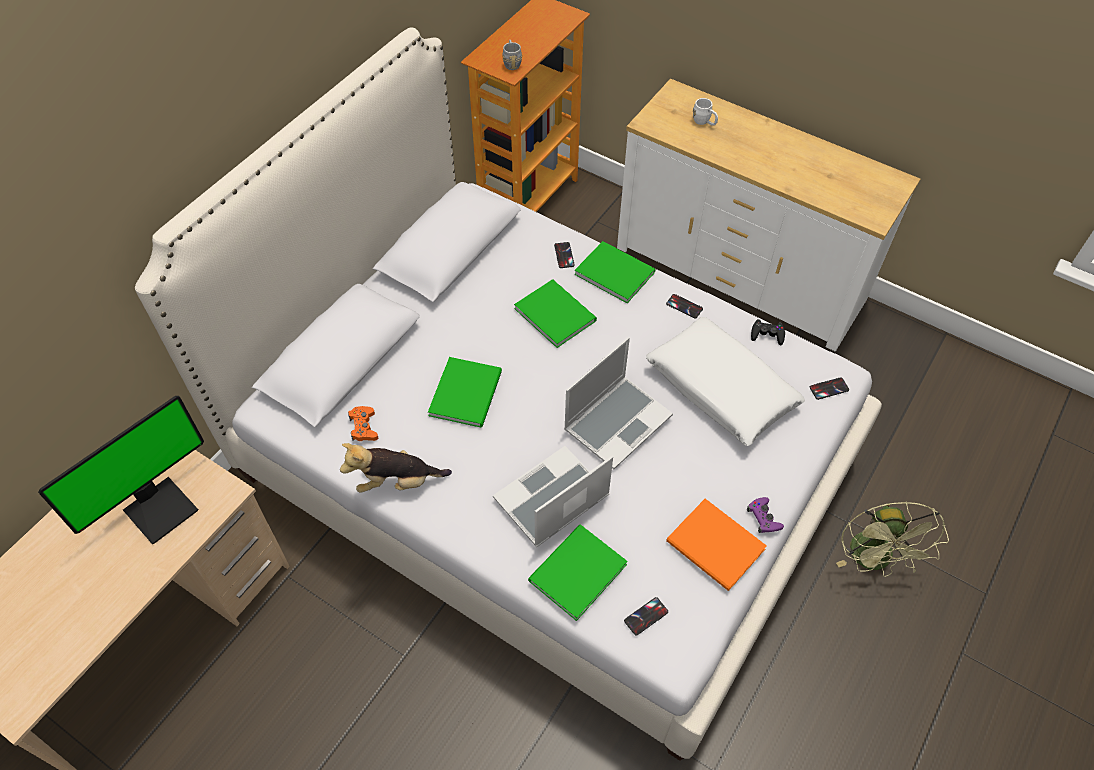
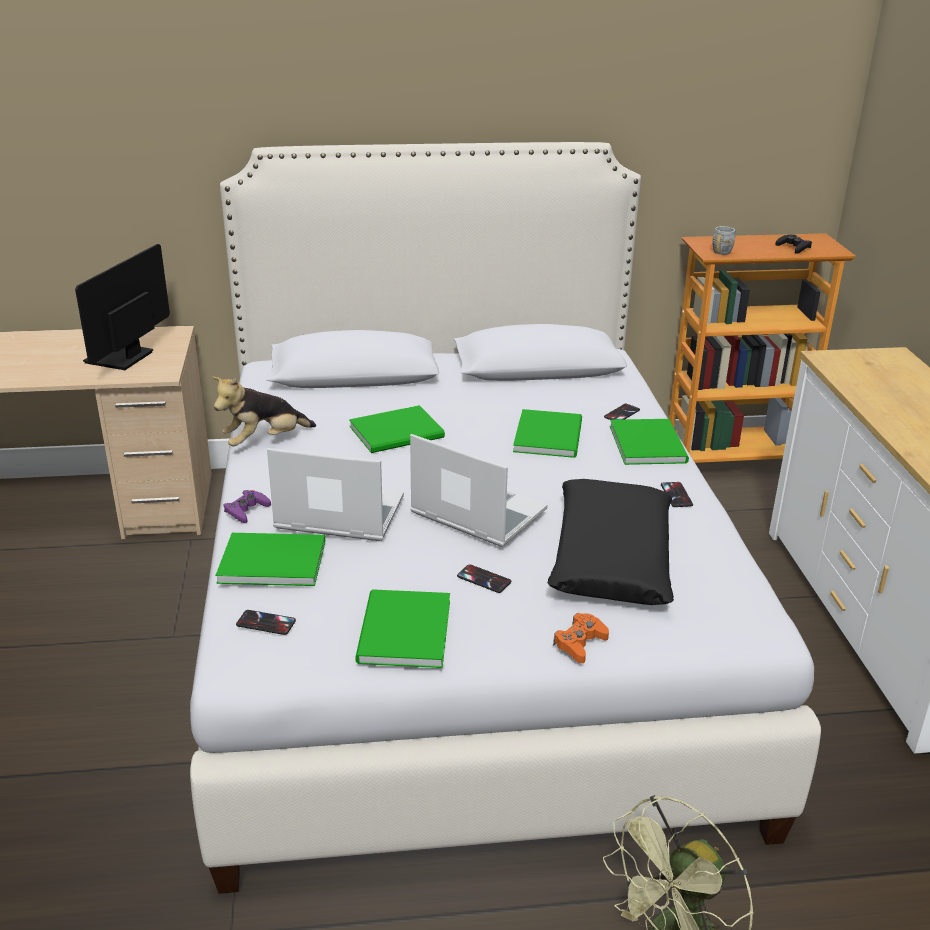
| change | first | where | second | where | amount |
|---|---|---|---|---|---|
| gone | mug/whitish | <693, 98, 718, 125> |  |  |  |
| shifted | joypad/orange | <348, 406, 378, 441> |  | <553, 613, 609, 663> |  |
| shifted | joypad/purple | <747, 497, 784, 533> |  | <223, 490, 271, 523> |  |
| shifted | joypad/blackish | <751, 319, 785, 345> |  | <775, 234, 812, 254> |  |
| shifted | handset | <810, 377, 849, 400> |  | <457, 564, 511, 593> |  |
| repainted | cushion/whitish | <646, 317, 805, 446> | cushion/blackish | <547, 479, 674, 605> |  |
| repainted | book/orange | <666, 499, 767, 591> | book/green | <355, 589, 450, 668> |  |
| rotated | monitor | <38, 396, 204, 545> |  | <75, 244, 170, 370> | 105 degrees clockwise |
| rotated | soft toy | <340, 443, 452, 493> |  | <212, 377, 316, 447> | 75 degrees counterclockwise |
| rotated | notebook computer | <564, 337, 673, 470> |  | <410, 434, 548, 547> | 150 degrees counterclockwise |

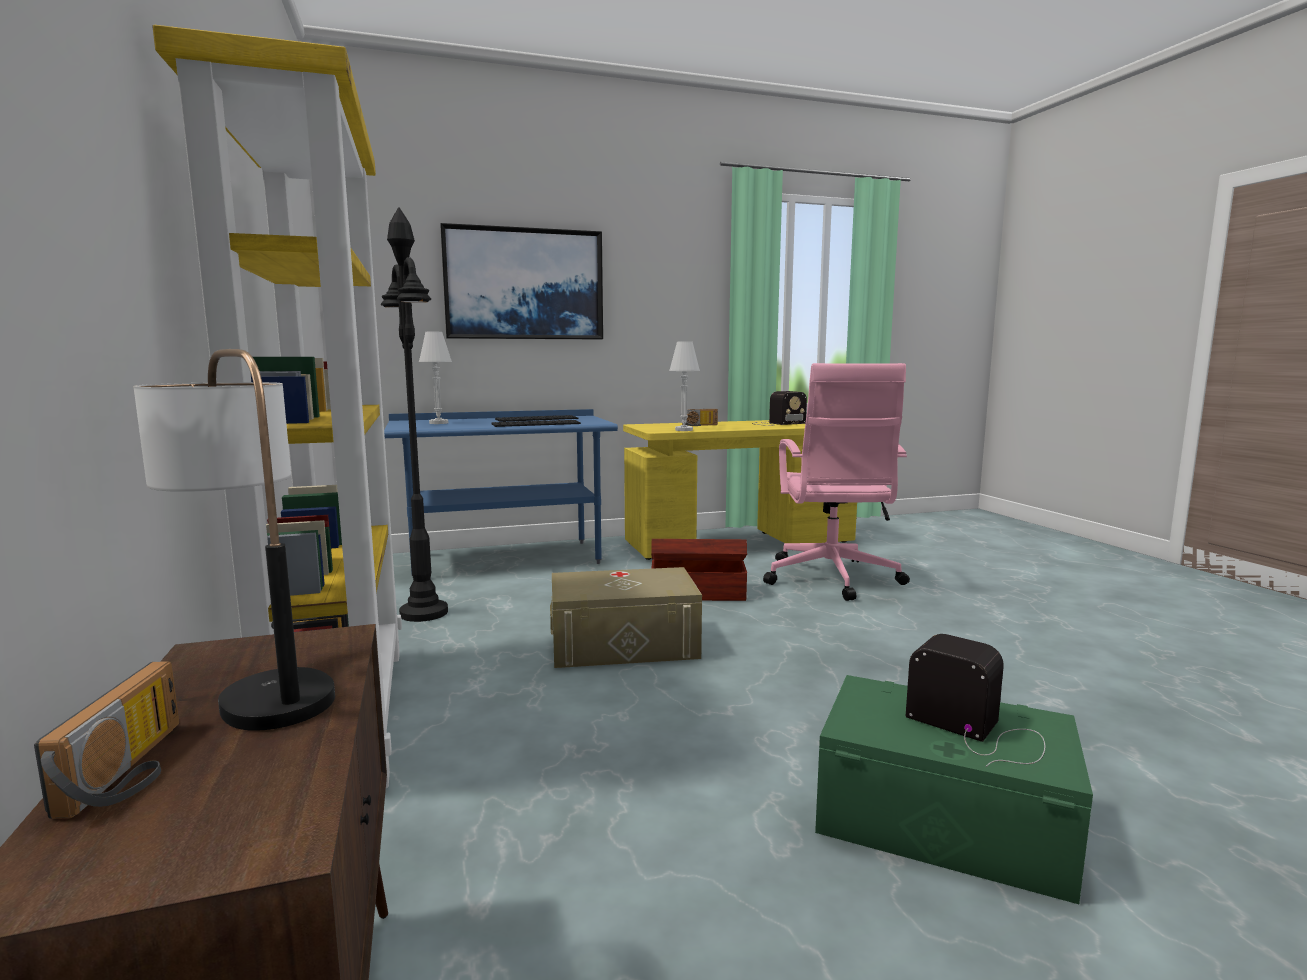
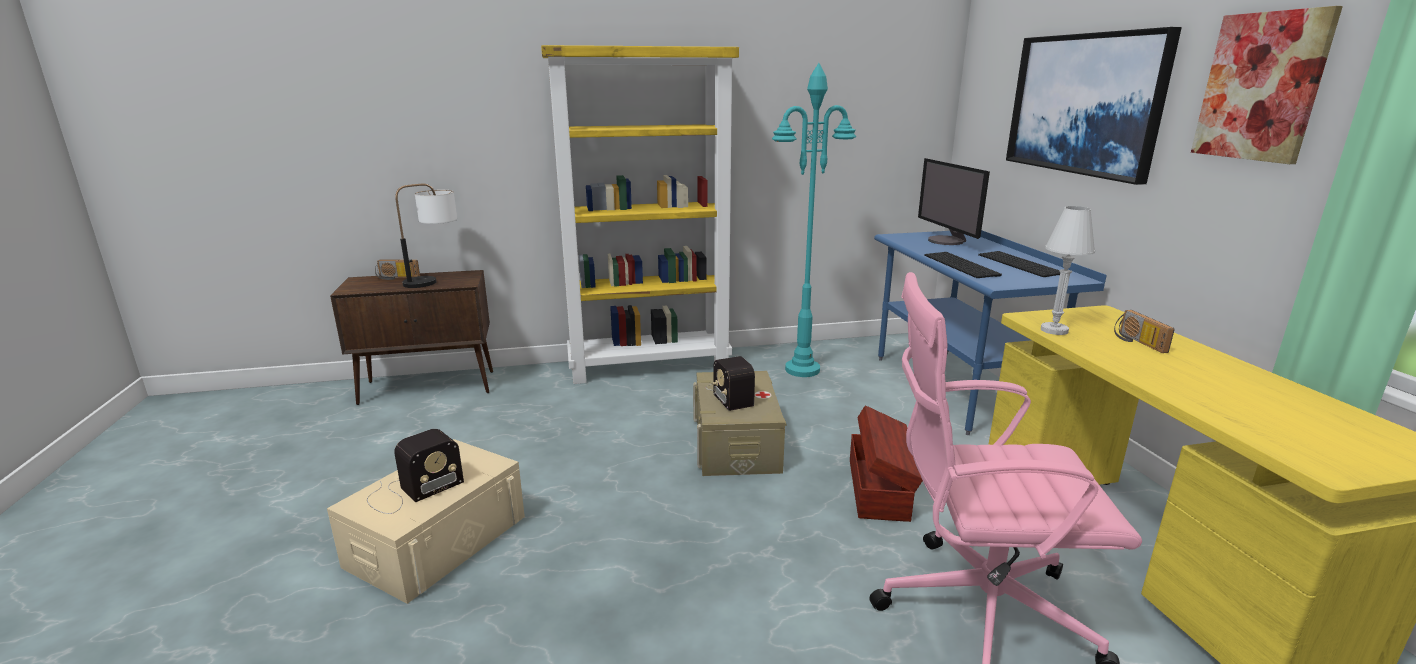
| change | first | where | second | where | amount |
|---|---|---|---|---|---|
| new |  |  | picture | <1191, 6, 1343, 164> |  |
| shifted | radio | <752, 391, 807, 426> |  | <706, 356, 755, 411> |  |
| swapped | tabletop lamp/whitish | <419, 332, 452, 424> | monitor | <918, 158, 990, 245> |  |
| repainted | standard lamp/blackish | <381, 207, 448, 622> | standard lamp/turquoise-coloured | <772, 63, 856, 377> |  |
| repainted | storage bin/green | <815, 675, 1093, 904> | storage bin/beige | <327, 439, 525, 604> |  |

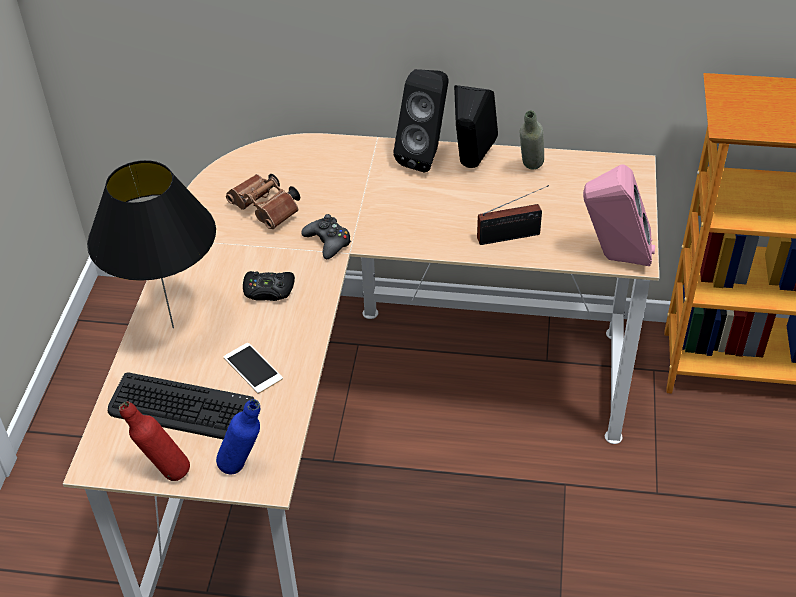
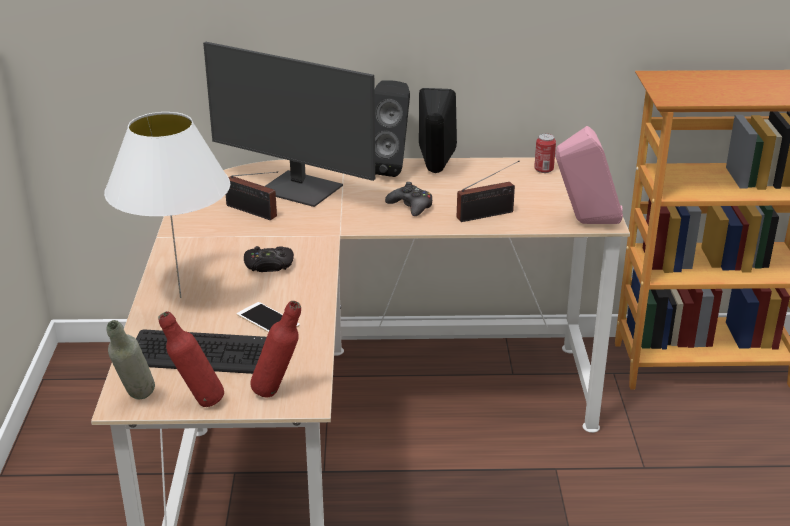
| change | first | where | second | where | amount |
|---|---|---|---|---|---|
| new |  |  | monitor | <203, 42, 375, 207> |  |
| new |  |  | can | <534, 134, 556, 173> |  |
| shifted | joypad/blackish | <301, 214, 351, 259> |  | <385, 182, 432, 216> |  |
| shifted | drink bottle/greyish | <519, 110, 544, 169> |  | <107, 320, 155, 399> |  |
| swapped | pair of binoculars/brown-coloured | <226, 174, 300, 229> | radio | <226, 171, 278, 220> |  |
| repainted | tabletop lamp/blackish | <87, 160, 216, 328> | tabletop lamp/whitish | <104, 112, 230, 298> |  |
| repainted | drink bottle/blue-coloured | <216, 399, 260, 474> | drink bottle/reddish | <250, 301, 301, 397> |  |

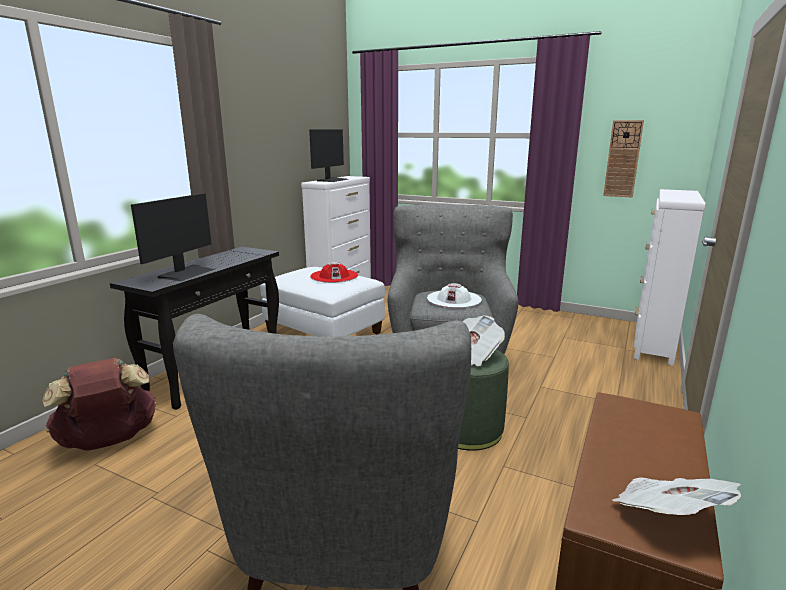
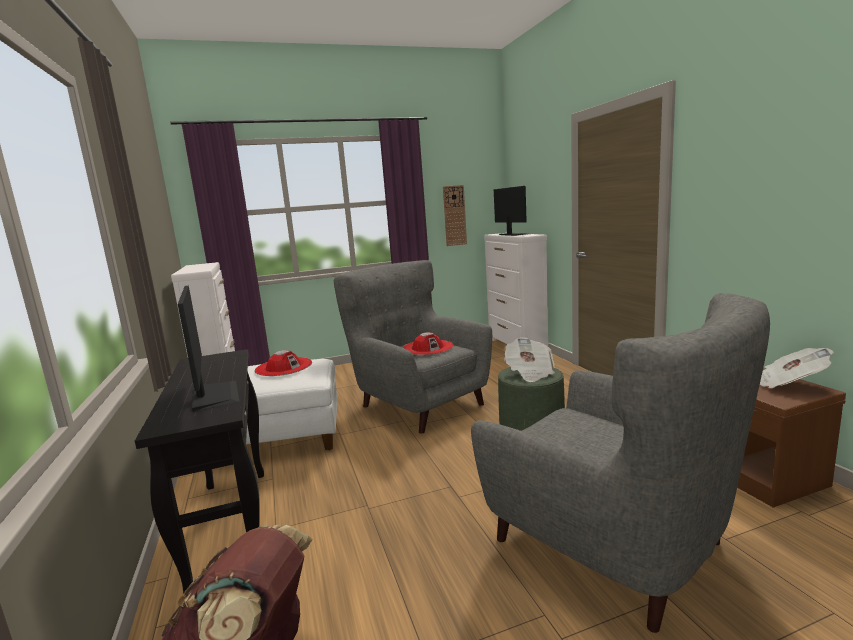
| change | first | where | second | where | amount |
|---|---|---|---|---|---|
| shifted | monitor | <309, 129, 349, 182> |  | <494, 186, 528, 236> |  |
| repainted | hat/whitish | <427, 283, 482, 308> | hat/reddish | <402, 332, 453, 355> |  |

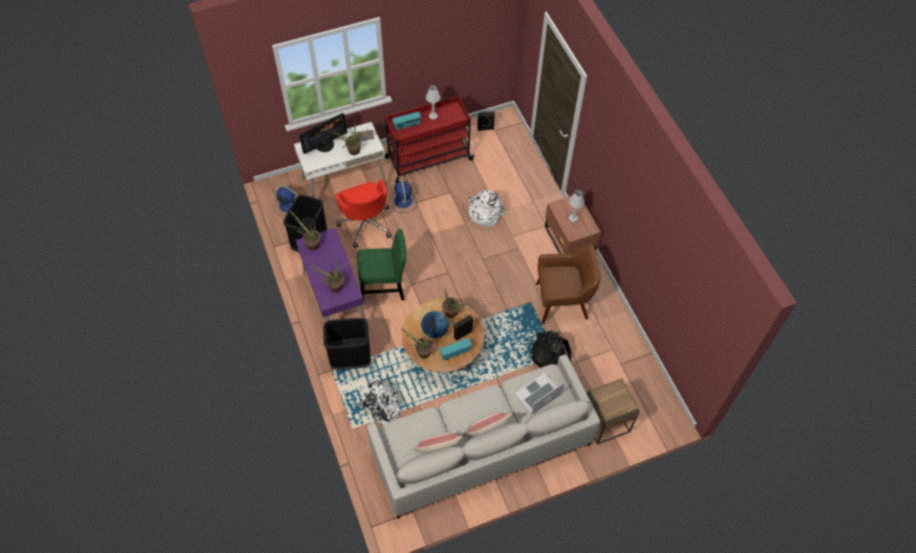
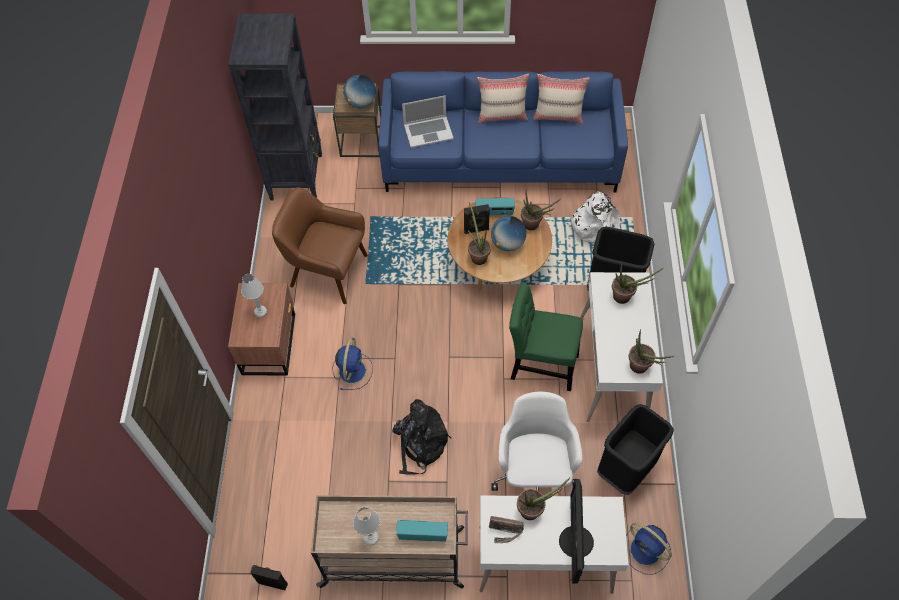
| change | first | where | second | where | amount |
|---|---|---|---|---|---|
| gone | rucksack/whitish | <468, 189, 506, 227> |  |  |  |
| new |  |  | bookshelf/blackish | <228, 14, 322, 200> |  |
| new |  |  | globe | <343, 75, 376, 108> |  |
| shifted | electric fan/blue-coloured | <390, 176, 418, 213> |  | <333, 338, 373, 390> |  |
| shifted | rucksack/blackish | <530, 330, 572, 368> |  | <392, 399, 452, 475> |  |
| repainted | desk unit/purple | <296, 228, 369, 328> | desk unit/whitish | <580, 272, 663, 422> |  |
| repainted | computer chair/reddish | <334, 179, 391, 248> | computer chair/whitish | <491, 391, 582, 491> |  |
| repainted | couch/greyish | <367, 355, 600, 519> | couch/blue-coloured | <379, 71, 628, 192> |  |
| repainted | trolley/reddish | <381, 96, 475, 183> | trolley/beige | <311, 495, 468, 589> |  |
| rotated | monitor | <299, 113, 347, 154> |  | <559, 479, 594, 584> | 75 degrees counterclockwise |

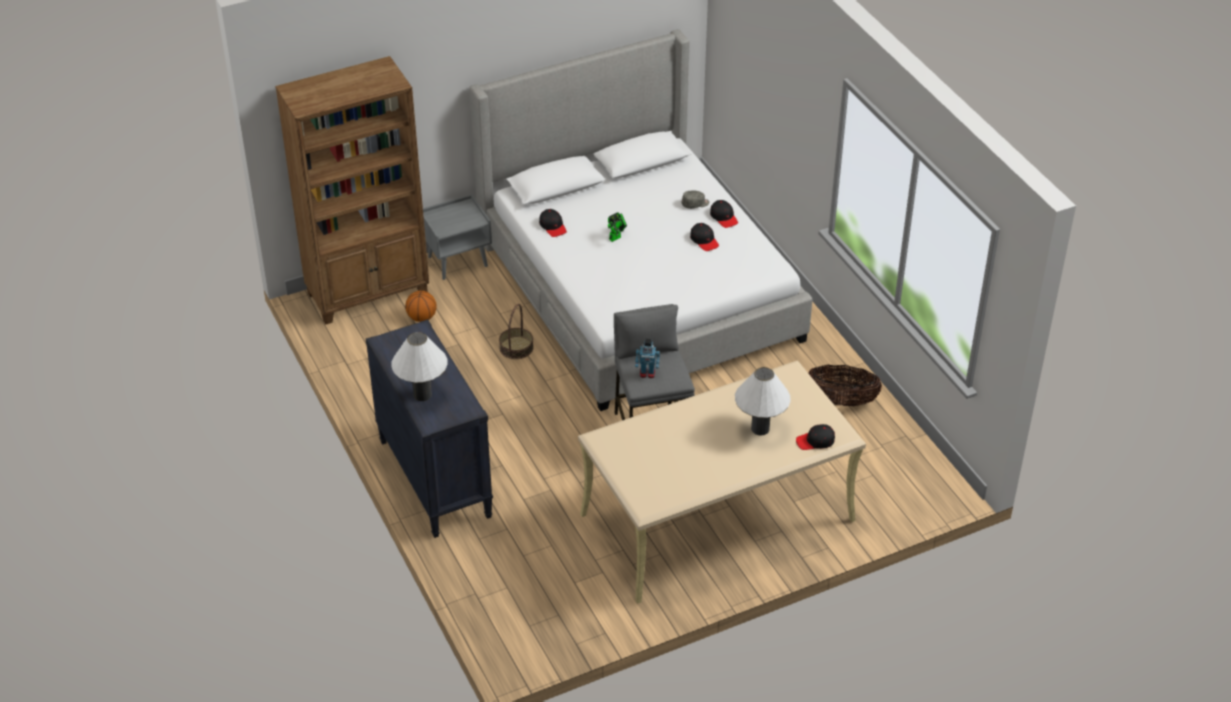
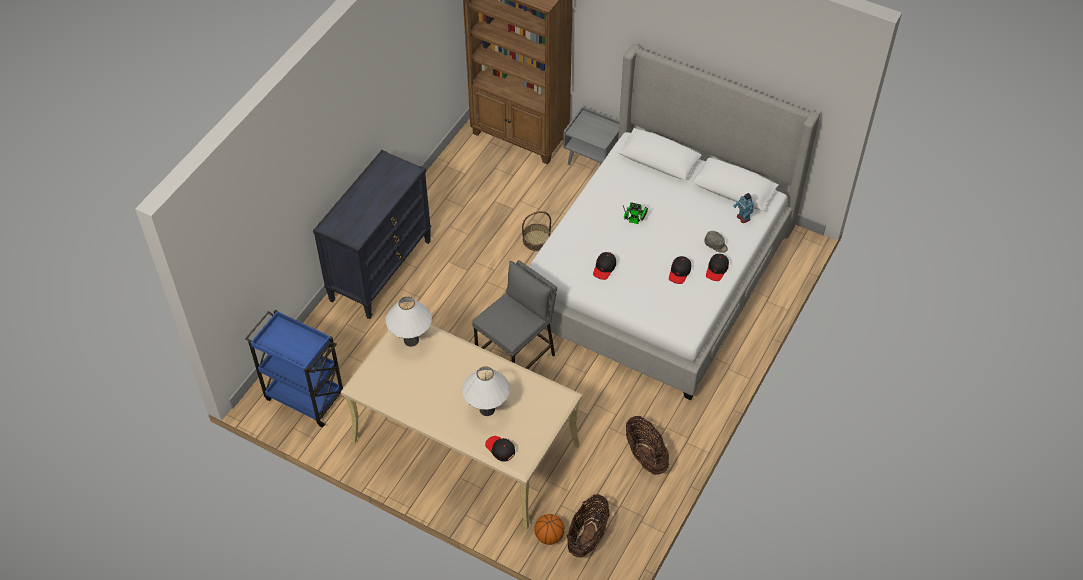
| change | first | where | second | where | amount |
|---|---|---|---|---|---|
| new |  |  | trolley/blue-coloured | <245, 309, 343, 427> |  |
| new |  |  | storage basket | <567, 494, 610, 557> |  |
| shifted | tabletop lamp/whitish | <391, 332, 447, 401> |  | <386, 297, 432, 347> |  |
| shifted | basketball ball | <405, 291, 437, 322> |  | <534, 514, 565, 545> |  |
| shifted | peaked cap/blackish | <539, 209, 567, 237> |  | <593, 252, 616, 280> |  |
| shifted | toy robot | <635, 339, 660, 378> |  | <733, 193, 754, 223> |  |

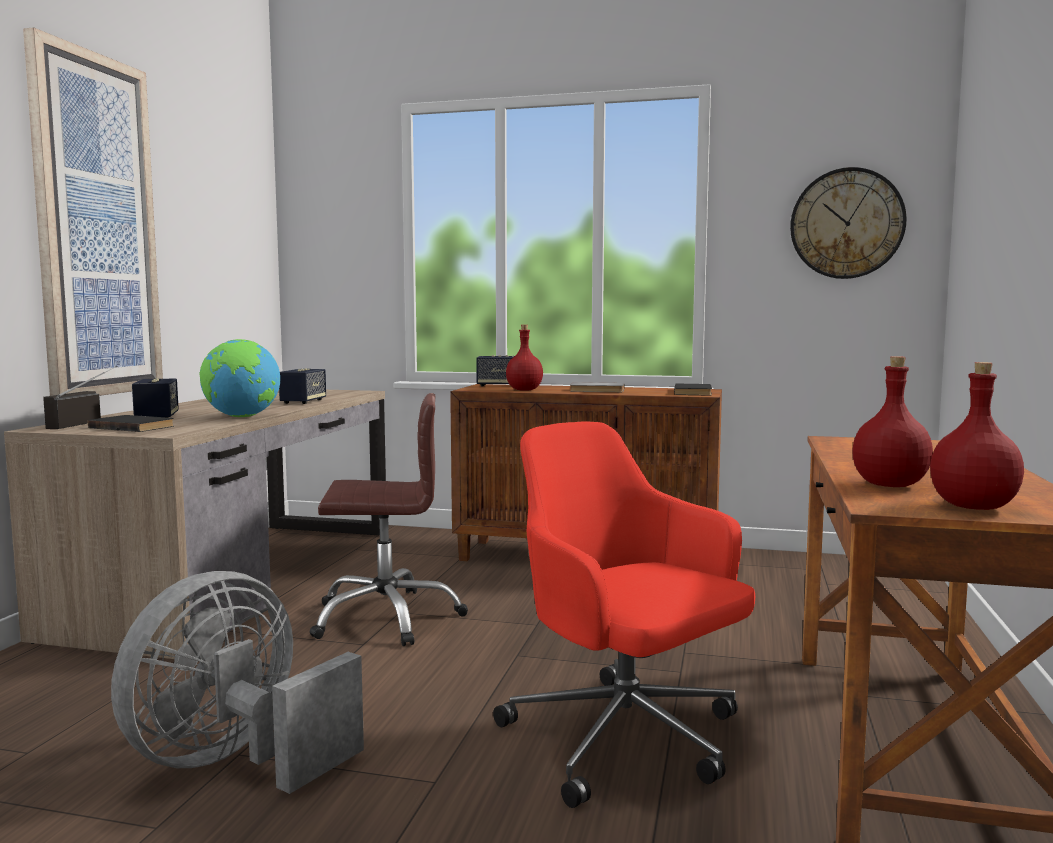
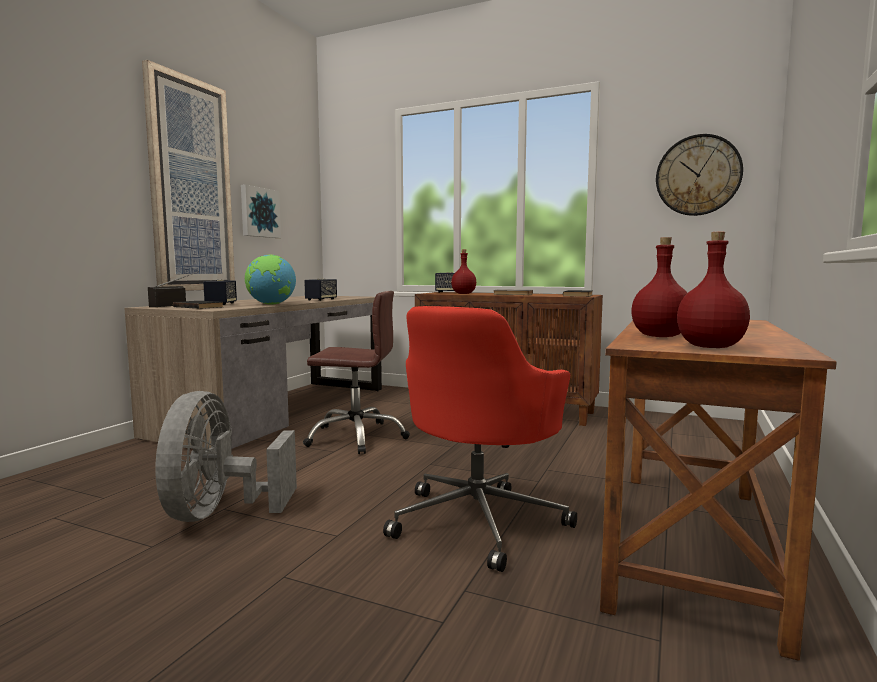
| change | first | where | second | where | amount |
|---|---|---|---|---|---|
| new |  |  | picture | <241, 184, 281, 238> |  |
| rotated | electric fan/greyish | <111, 571, 364, 794> |  | <155, 391, 297, 522> | 45 degrees counterclockwise |
| rotated | computer chair/reddish | <493, 422, 755, 808> |  | <383, 306, 577, 572> | 120 degrees counterclockwise |

